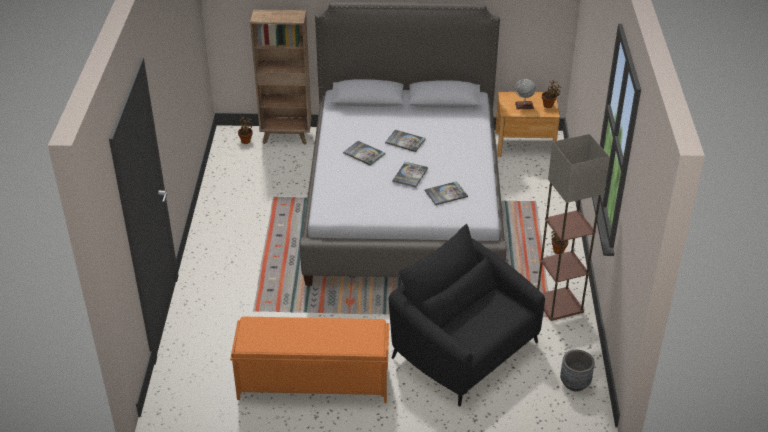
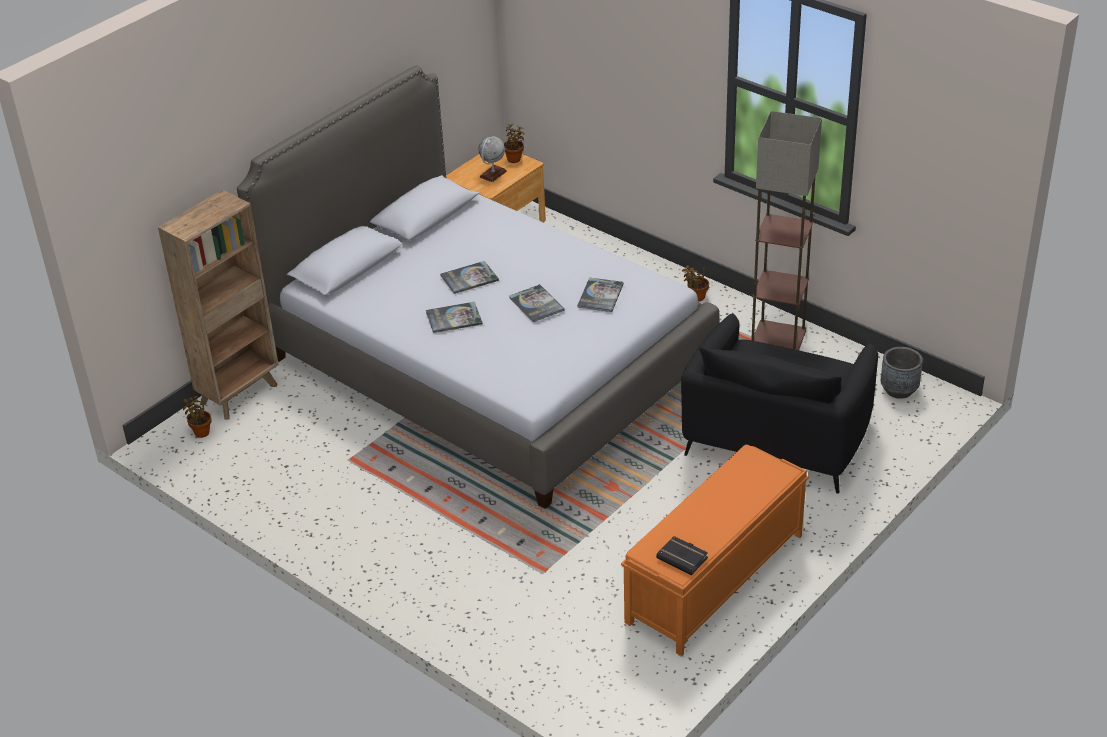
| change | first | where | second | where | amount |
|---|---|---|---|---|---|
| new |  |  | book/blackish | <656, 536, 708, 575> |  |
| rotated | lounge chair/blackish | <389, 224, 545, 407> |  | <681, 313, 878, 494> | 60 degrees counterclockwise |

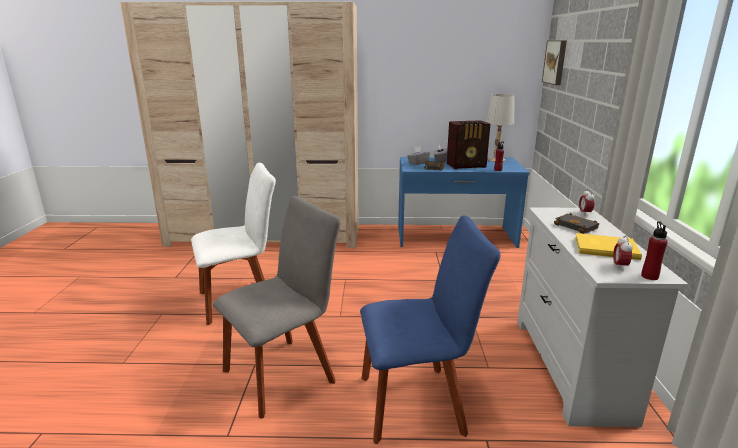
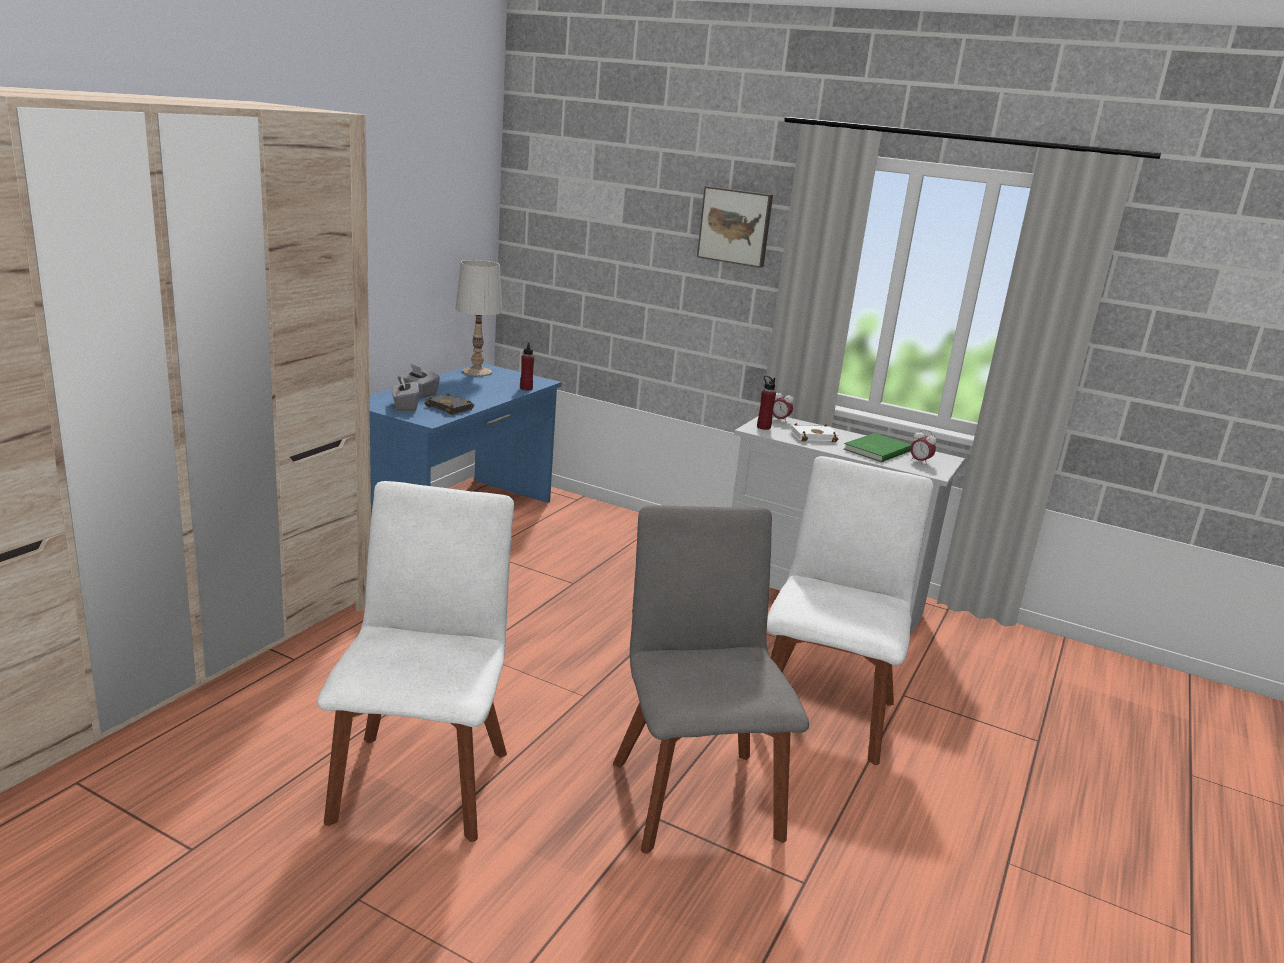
| change | first | where | second | where | amount |
|---|---|---|---|---|---|
| gone | radio | <447, 120, 490, 169> |  |  |  |
| shifted | picture | <542, 40, 567, 85> |  | <697, 186, 773, 268> |  |
| shifted | drink bottle/reddish | <641, 221, 668, 280> |  | <757, 376, 776, 430> |  |
| repainted | plain chair/blue-coloured | <360, 215, 501, 444> | plain chair/whitish | <767, 456, 933, 765> |  |
| repainted | book/blackish | <554, 213, 599, 234> | book/whitish | <791, 423, 839, 442> |  |
| repainted | book/yellow | <575, 233, 642, 260> | book/green | <844, 433, 911, 462> |  |

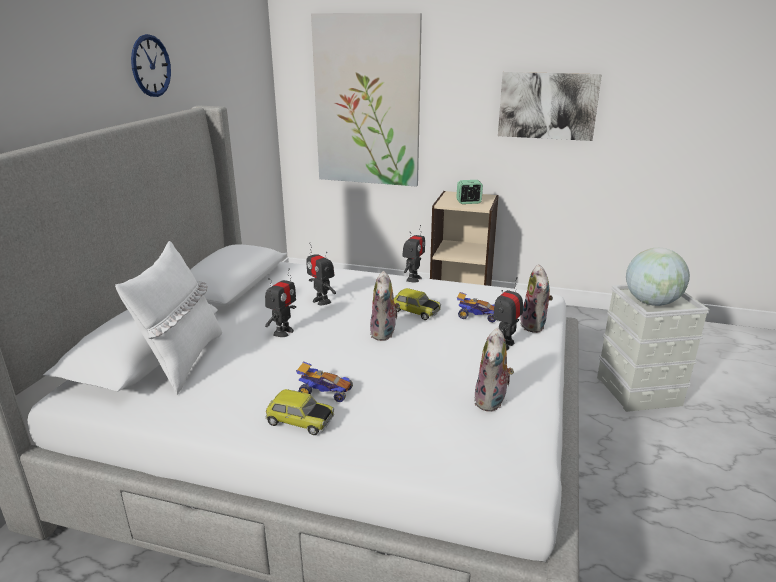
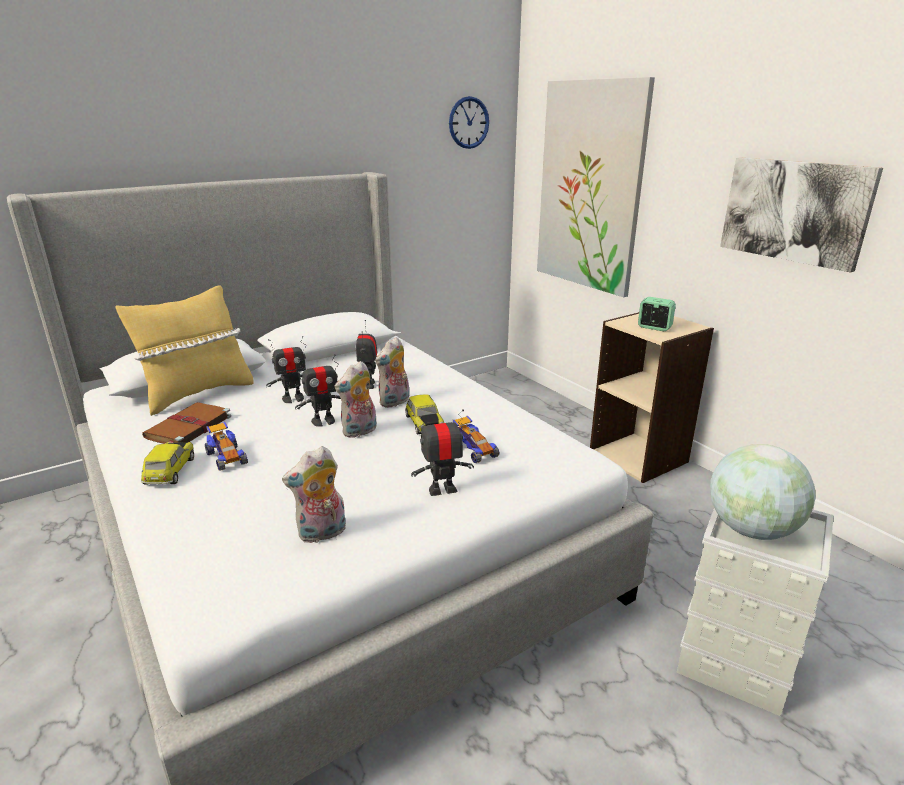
| change | first | where | second | where | amount |
|---|---|---|---|---|---|
| new |  |  | book/brown-coloured | <142, 402, 231, 444> |  |
| shifted | wall clock | <131, 34, 171, 97> |  | <449, 96, 489, 149> |  |
| shifted | toy robot | <402, 225, 425, 282> |  | <295, 354, 341, 427> |  |
| shifted | soft toy | <520, 264, 553, 333> |  | <375, 337, 409, 408> |  |
| repainted | cushion/whitish | <115, 241, 222, 394> | cushion/yellow | <116, 285, 254, 416> |  |
| rotated | toy car | <265, 389, 334, 435> |  | <141, 442, 194, 484> | 150 degrees counterclockwise |

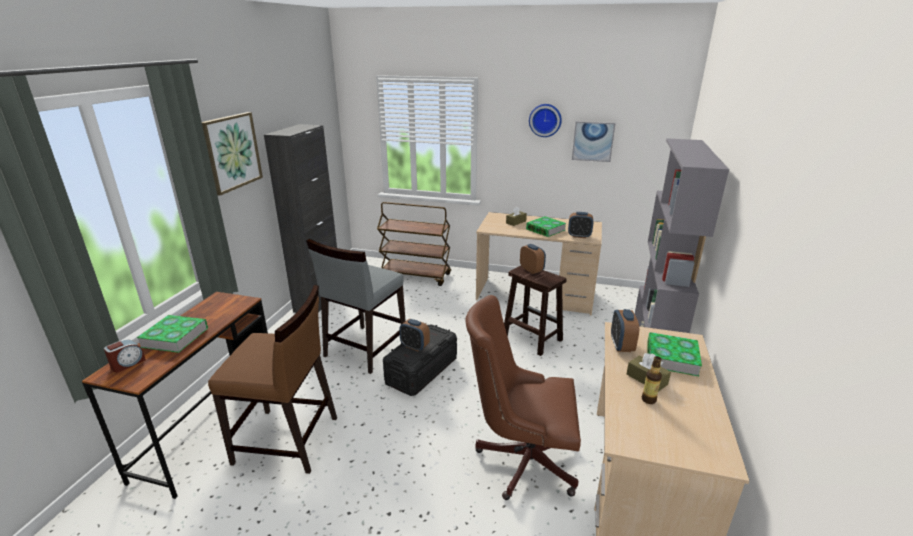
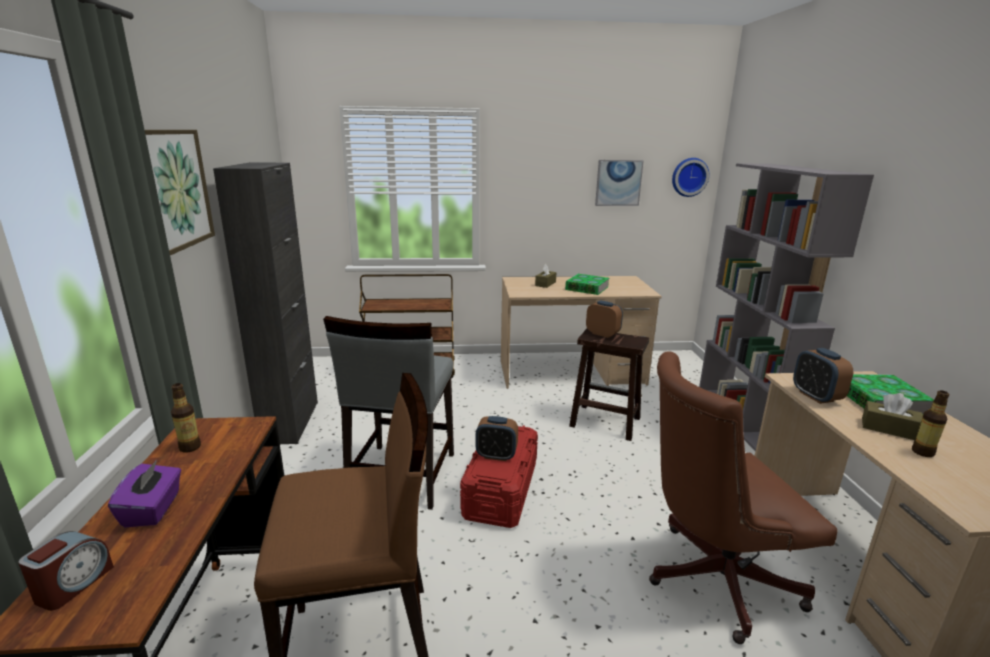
| change | first | where | second | where | amount |
|---|---|---|---|---|---|
| gone | table clock | <568, 212, 593, 238> |  |  |  |
| new |  |  | drink bottle | <171, 383, 201, 452> |  |
| shifted | wall clock | <529, 104, 562, 137> |  | <672, 158, 709, 197> |  |
| swapped | book | <137, 315, 208, 353> | tissue holder/purple | <108, 460, 181, 527> |  |
| repainted | storage bin/blackish | <383, 324, 457, 396> | storage bin/reddish | <460, 425, 538, 528> |  |

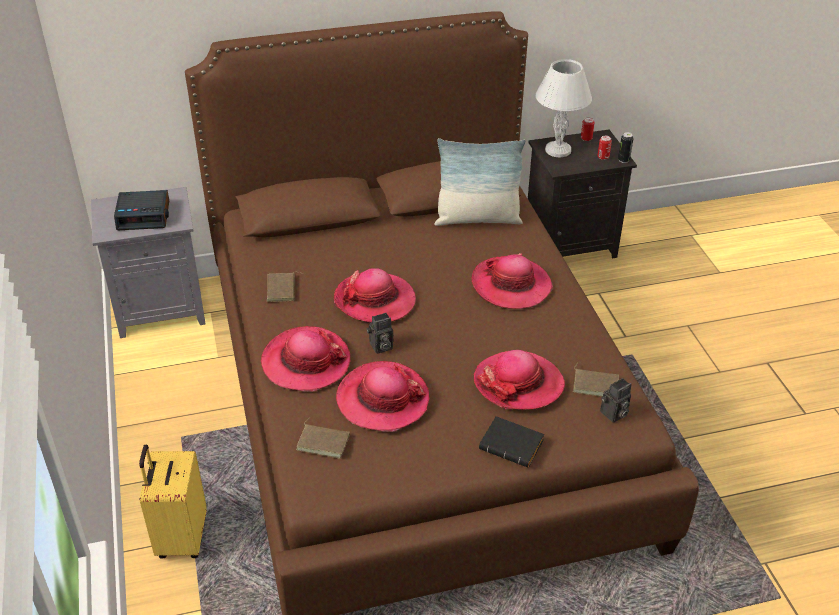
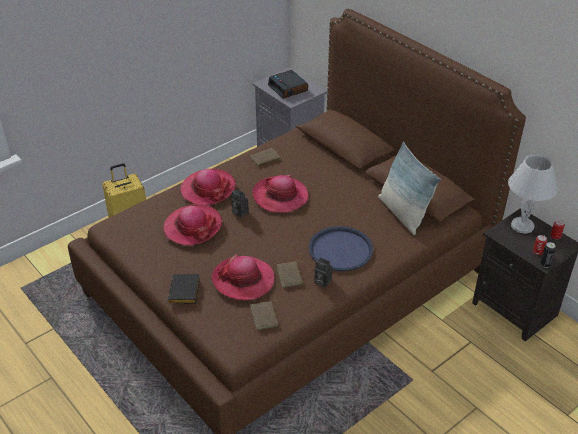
| change | first | where | second | where | amount |
|---|---|---|---|---|---|
| shifted | book/brown-coloured | <296, 417, 350, 458> |  | <277, 260, 303, 288> |  |
| shifted | still camera | <600, 378, 631, 423> |  | <314, 258, 332, 288> |  |
| swapped | hat | <472, 253, 553, 309> | serving tray/blue-coloured | <309, 226, 373, 271> |  |

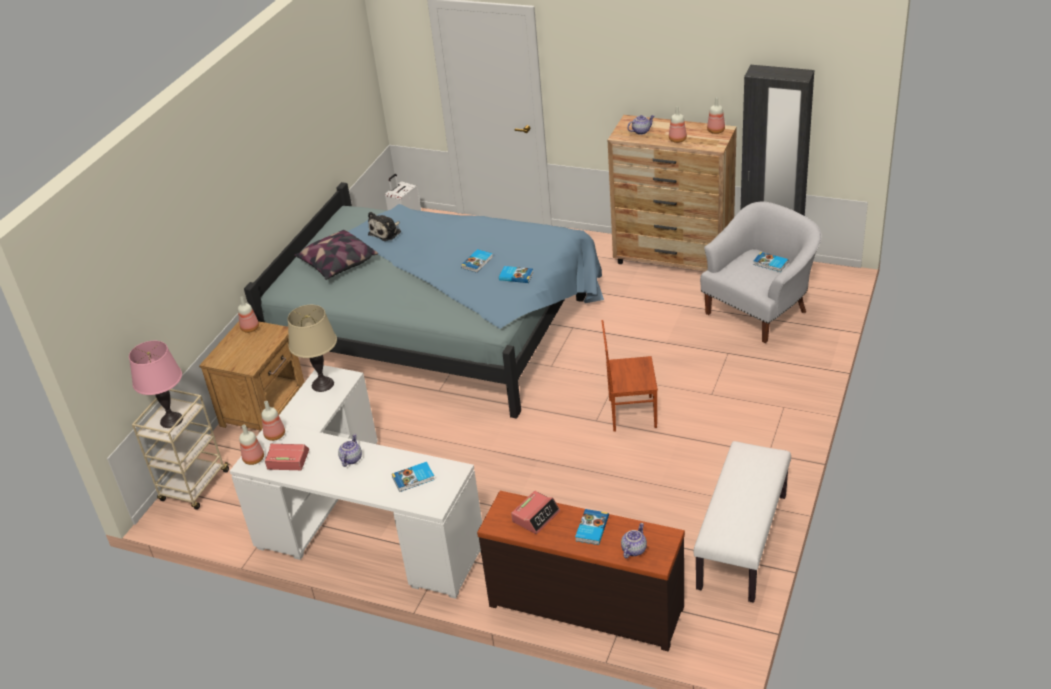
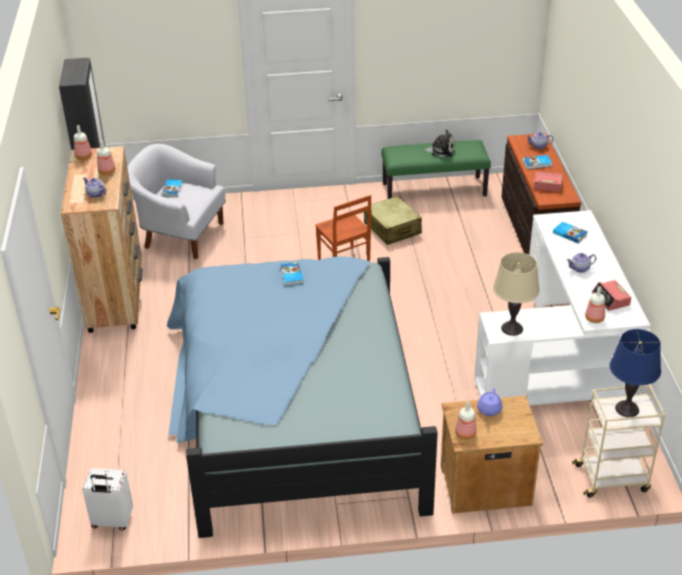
| change | first | where | second | where | amount |
|---|---|---|---|---|---|
| gone | drink bottle | <239, 425, 264, 465> |  |  |  |
| gone | cushion | <294, 230, 378, 280> |  |  |  |
| gone | book | <461, 249, 493, 273> |  |  |  |
| new |  |  | piece of luggage/beige | <364, 196, 422, 245> |  |
| new |  |  | pot for tea/purple | <477, 388, 503, 416> |  |
| shifted | soft toy | <368, 212, 401, 241> |  | <422, 129, 455, 157> |  |
| repainted | tabletop lamp/pink | <129, 341, 183, 428> | tabletop lamp/blue-coloured | <610, 329, 661, 417> |  |
| repainted | bench/whitish | <694, 441, 791, 603> | bench/green | <381, 140, 491, 199> |  |

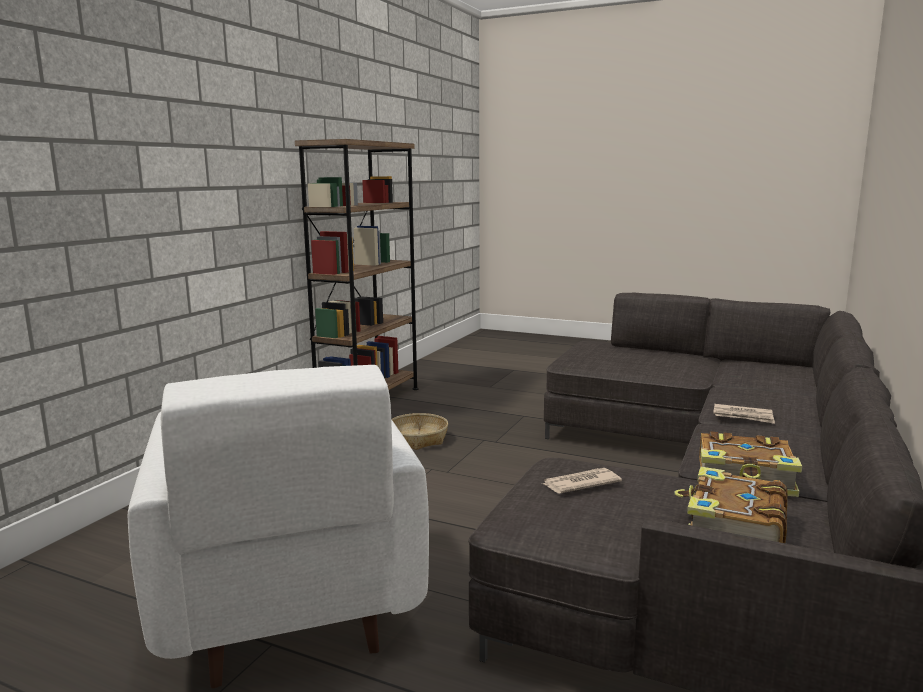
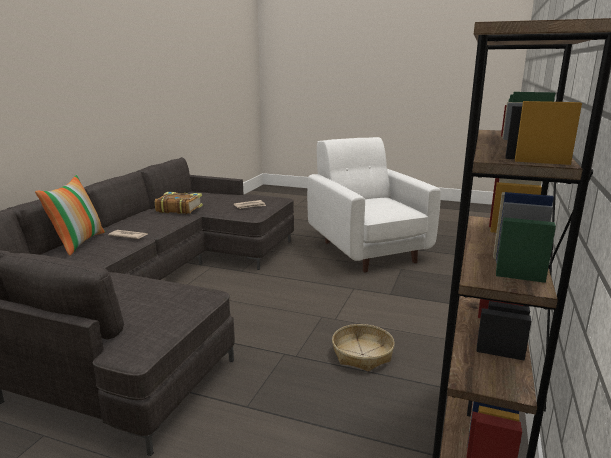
| change | first | where | second | where | amount |
|---|---|---|---|---|---|
| gone | book | <674, 467, 788, 543> |  |  |  |
| new |  |  | cushion | <35, 175, 105, 256> |  |

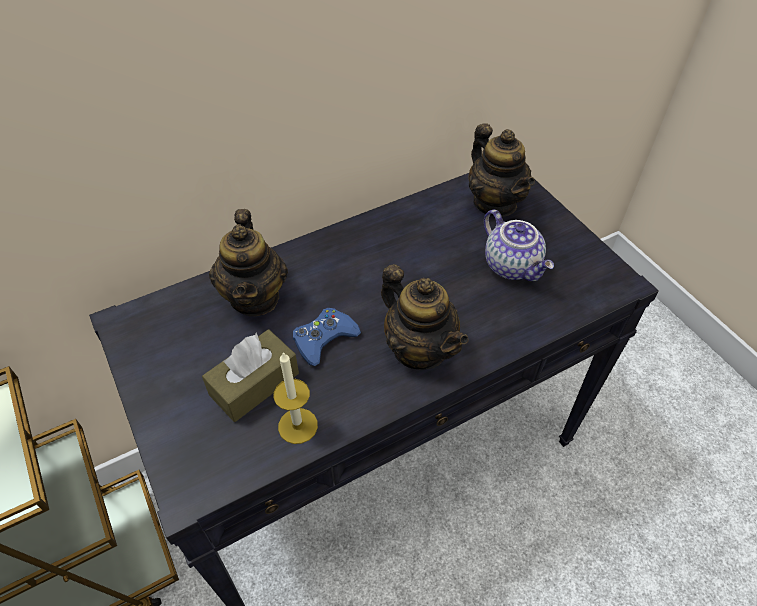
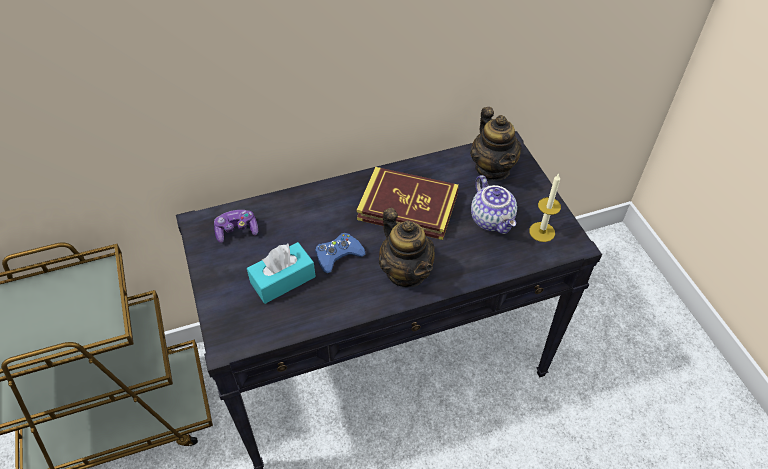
| change | first | where | second | where | amount |
|---|---|---|---|---|---|
| gone | pot for tea | <209, 209, 288, 316> |  |  |  |
| new |  |  | joypad | <214, 210, 258, 243> |  |
| new |  |  | book | <357, 167, 459, 240> |  |
| shifted | wax candle | <274, 352, 318, 444> |  | <529, 174, 561, 242> |  |
| repainted | tissue holder/brown-coloured | <202, 329, 299, 422> | tissue holder/turquoise-coloured | <247, 242, 316, 304> |  |

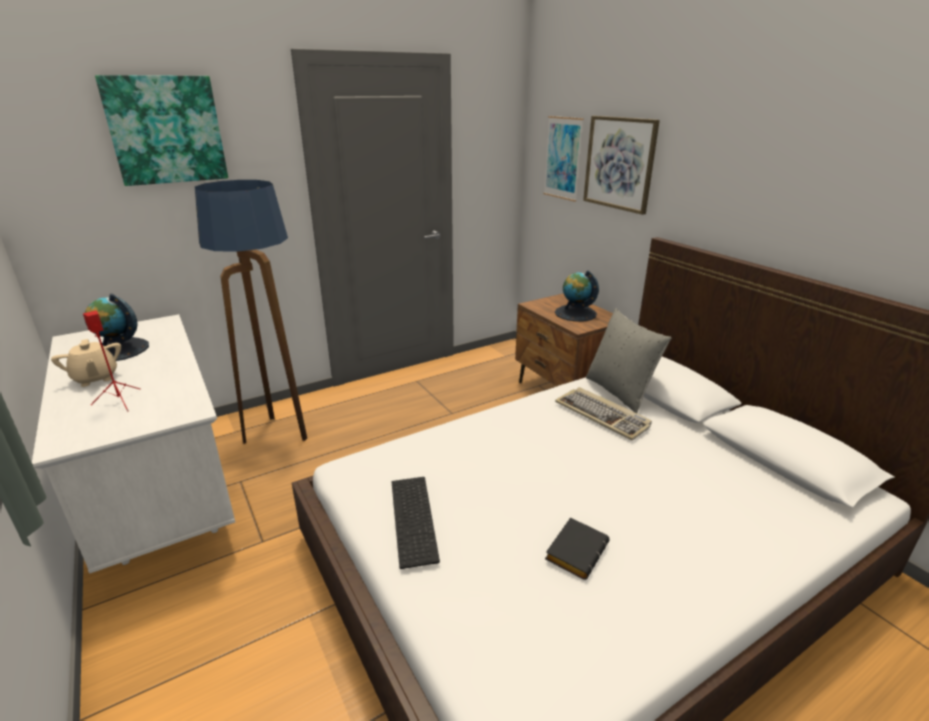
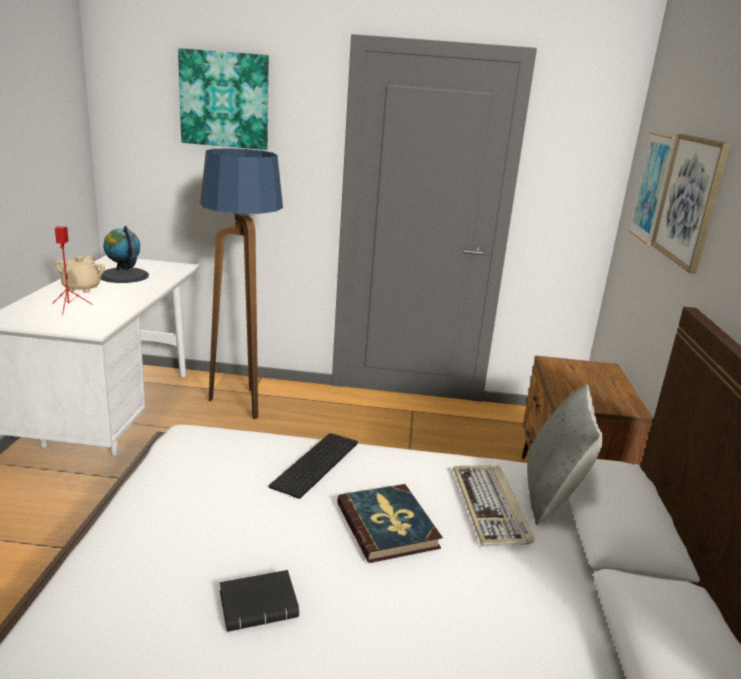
| change | first | where | second | where | amount |
|---|---|---|---|---|---|
| gone | globe | <555, 270, 599, 322> |  |  |  |
| new |  |  | book | <337, 484, 442, 563> |  |
| shifted | computer keyboard | <392, 477, 440, 569> |  | <268, 433, 358, 499> |  |

